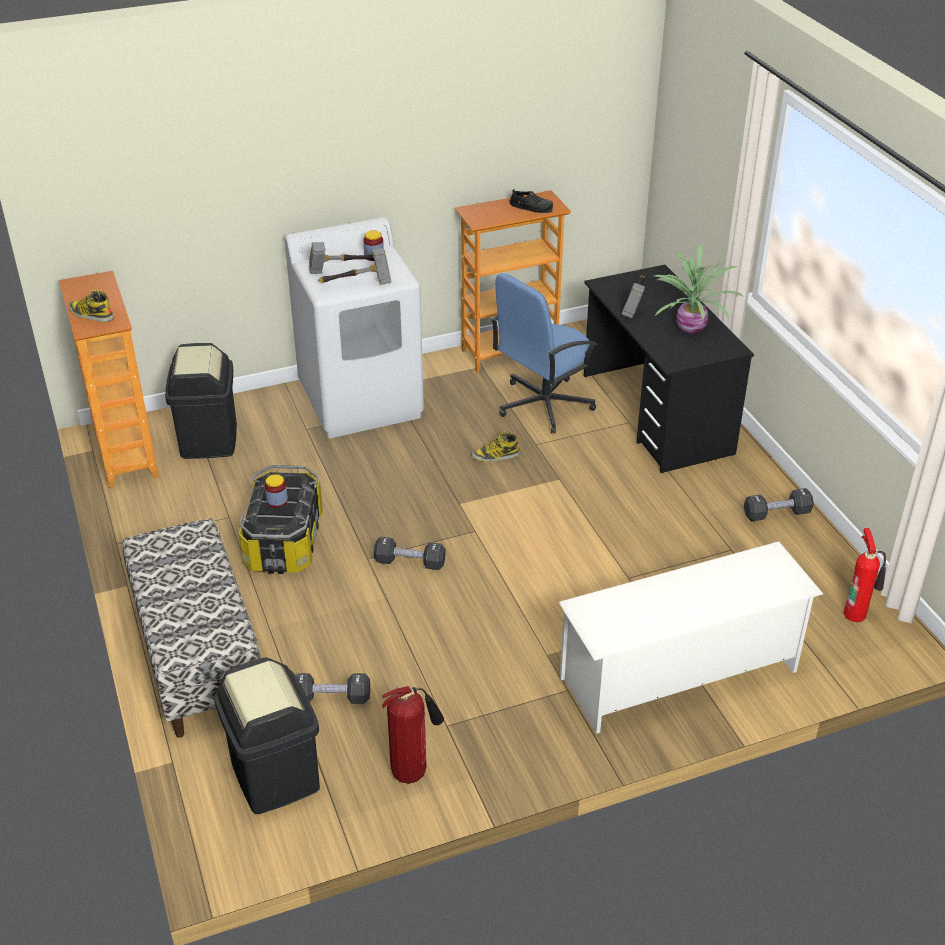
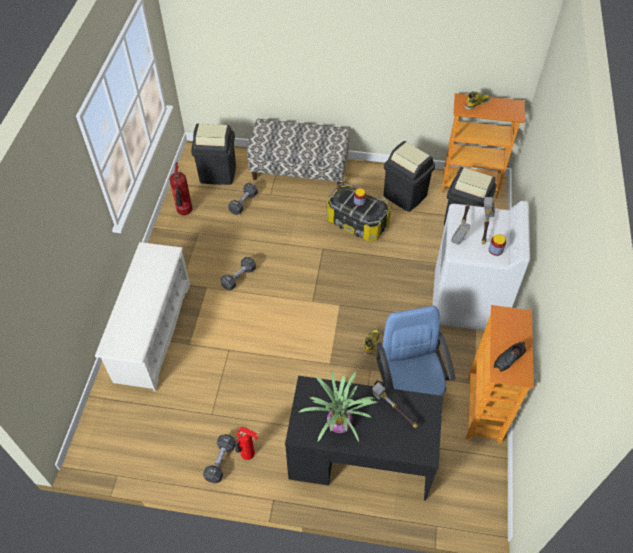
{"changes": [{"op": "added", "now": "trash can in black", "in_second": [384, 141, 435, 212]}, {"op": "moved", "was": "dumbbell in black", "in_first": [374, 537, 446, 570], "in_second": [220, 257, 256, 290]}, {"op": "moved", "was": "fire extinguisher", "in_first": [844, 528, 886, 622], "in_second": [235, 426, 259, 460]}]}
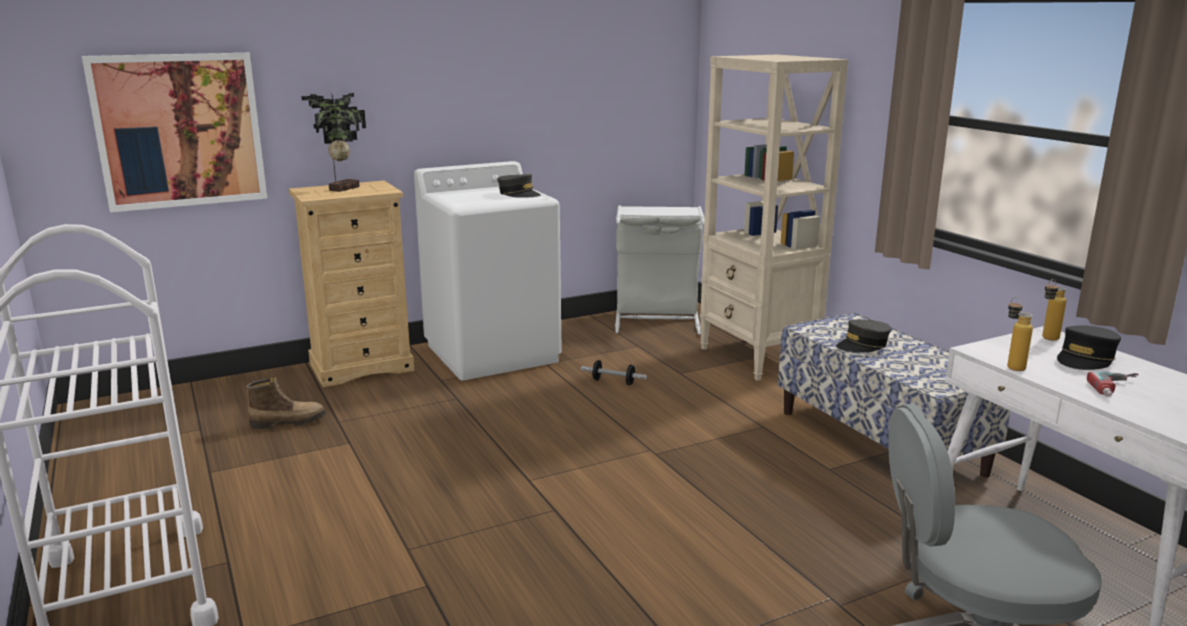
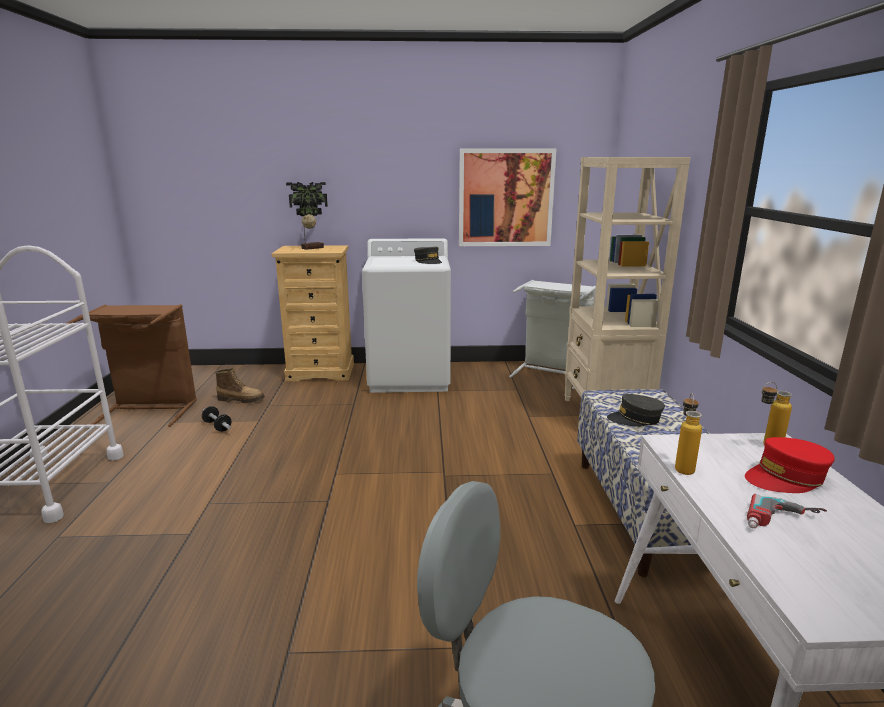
{"changes": [{"op": "added", "now": "laundry basket in brown", "in_second": [67, 304, 197, 427]}, {"op": "moved", "was": "picture", "in_first": [82, 53, 267, 212], "in_second": [459, 148, 556, 246]}, {"op": "moved", "was": "dumbbell", "in_first": [581, 360, 647, 385], "in_second": [202, 406, 231, 432]}, {"op": "recoloured", "was": "cap in black", "now": "cap in red", "in_first": [1057, 325, 1121, 370], "in_second": [745, 437, 835, 493]}]}
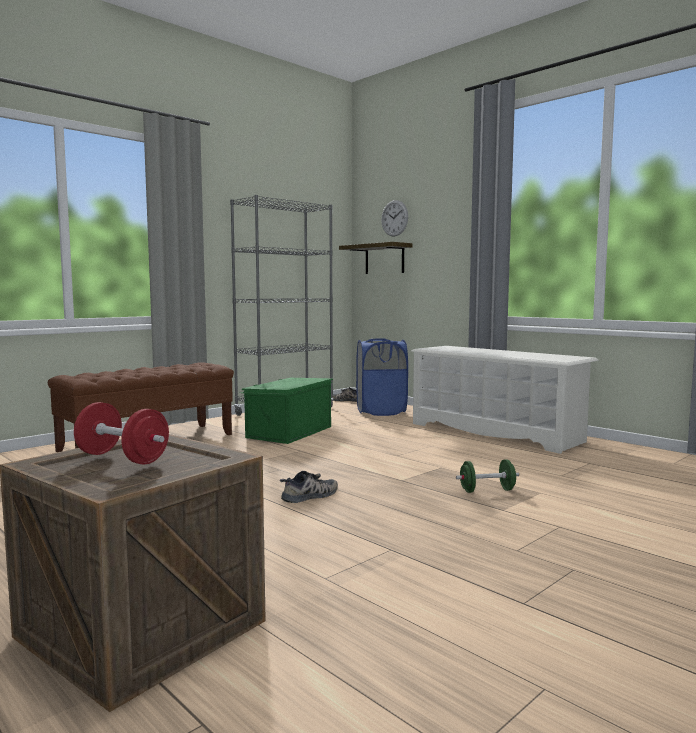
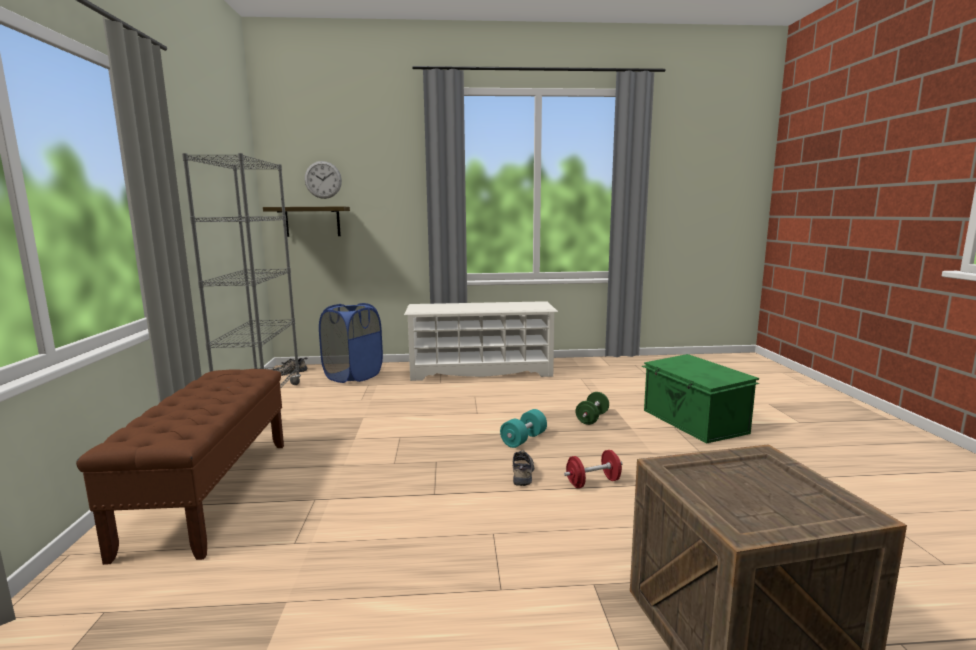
{"changes": [{"op": "added", "now": "dumbbell in turquoise", "in_second": [500, 409, 547, 448]}, {"op": "moved", "was": "dumbbell in red", "in_first": [74, 402, 169, 464], "in_second": [564, 450, 622, 488]}, {"op": "moved", "was": "storage box in green", "in_first": [240, 378, 333, 444], "in_second": [642, 354, 759, 443]}]}
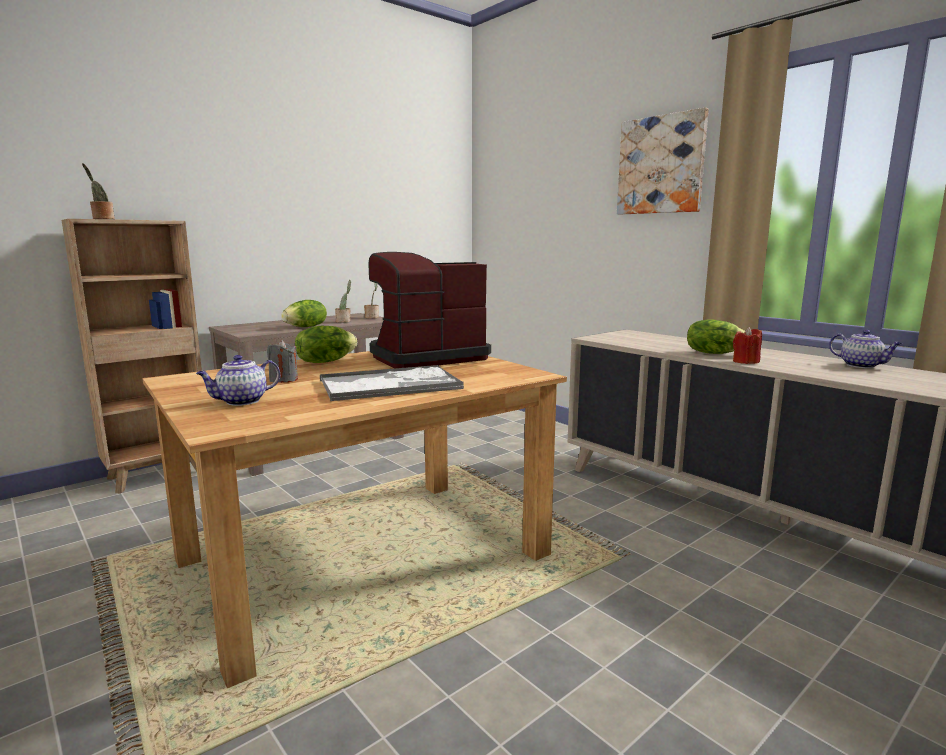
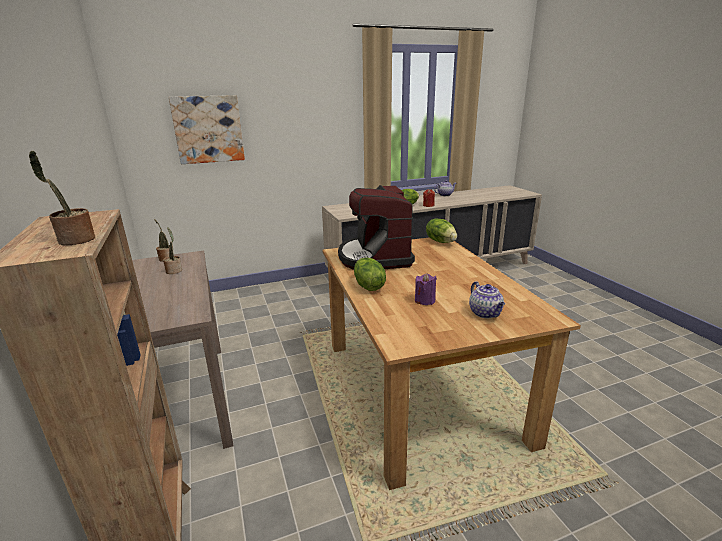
{"changes": [{"op": "removed", "was": "tray", "in_first": [320, 365, 464, 401]}, {"op": "moved", "was": "lettuce", "in_first": [281, 300, 327, 327], "in_second": [426, 219, 457, 243]}, {"op": "moved", "was": "picture", "in_first": [617, 107, 709, 214], "in_second": [169, 95, 245, 164]}, {"op": "recoloured", "was": "candle in grey", "now": "candle in purple", "in_first": [267, 340, 298, 383], "in_second": [415, 273, 437, 305]}]}
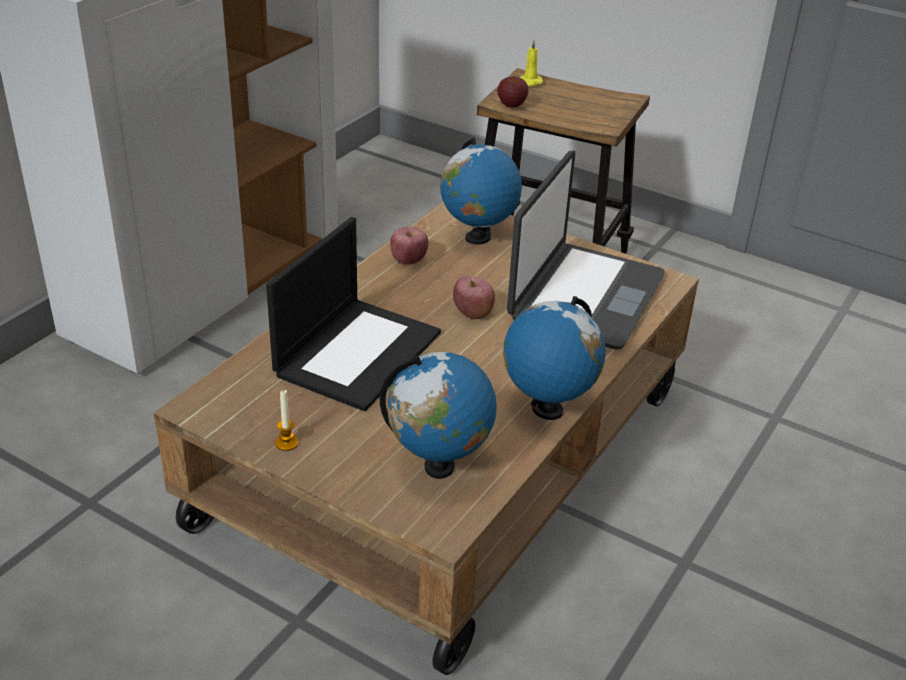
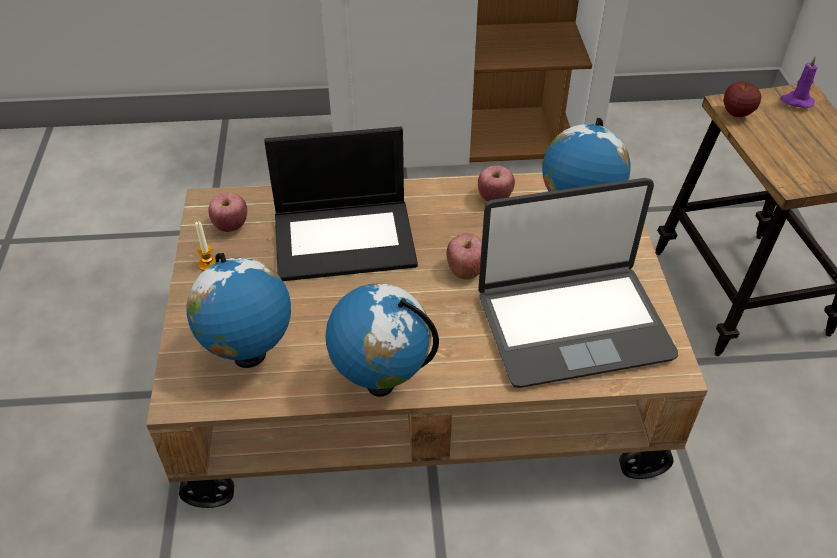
{"changes": [{"op": "added", "now": "apple", "in_second": [208, 193, 247, 232]}, {"op": "recoloured", "was": "candle in yellow", "now": "candle in purple", "in_first": [520, 39, 543, 87], "in_second": [780, 56, 818, 108]}]}
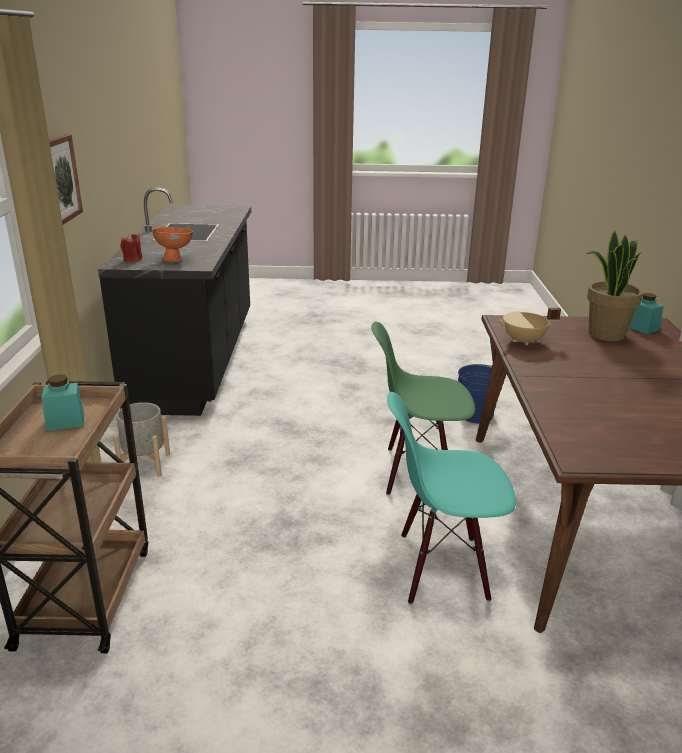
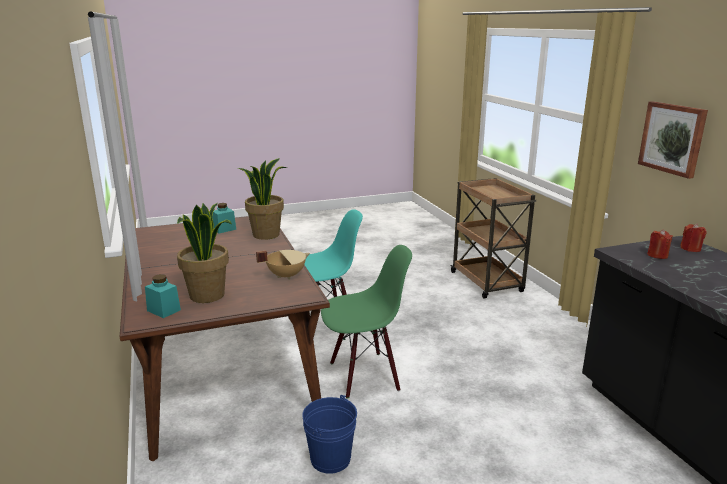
{"changes": [{"op": "removed", "was": "planter in grey", "in_first": [113, 402, 170, 477]}, {"op": "added", "now": "potted plant", "in_second": [238, 158, 287, 240]}, {"op": "moved", "was": "jar in turquoise", "in_first": [42, 375, 84, 431], "in_second": [212, 203, 236, 233]}, {"op": "replaced", "was": "bowl in orange", "now": "candle in red", "in_first": [152, 227, 193, 262], "in_second": [647, 230, 673, 259]}]}
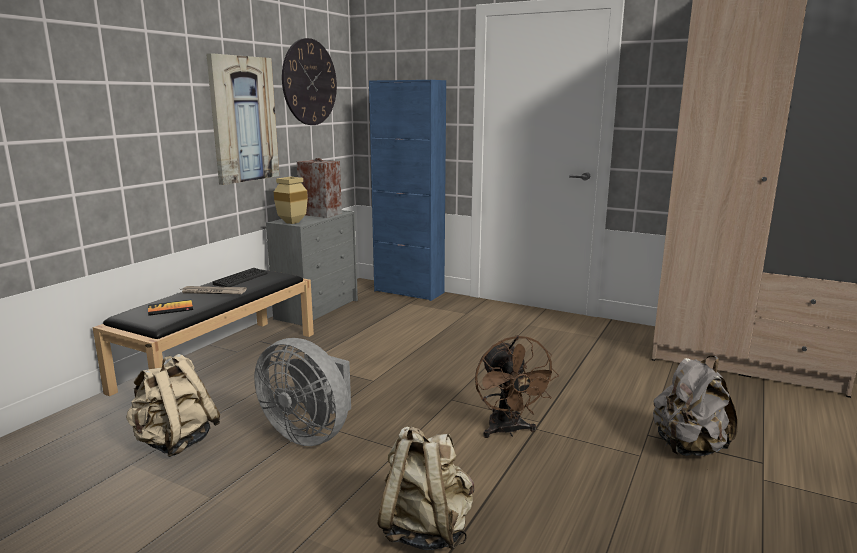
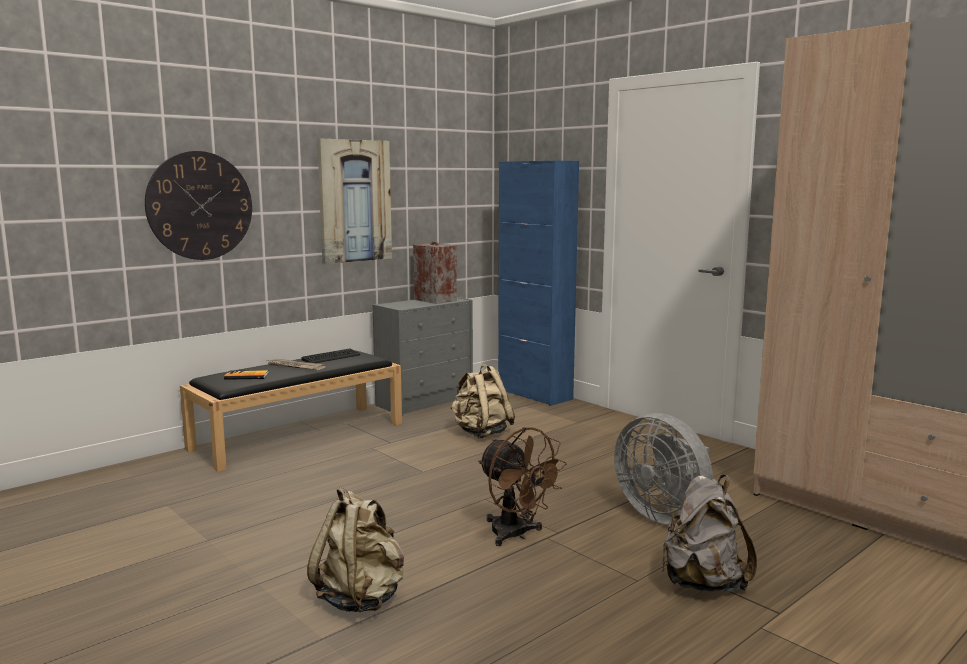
{"changes": [{"op": "removed", "was": "vase in beige", "in_first": [274, 177, 308, 224]}, {"op": "moved", "was": "backpack in beige", "in_first": [126, 354, 220, 457], "in_second": [451, 364, 515, 438]}, {"op": "moved", "was": "fan in grey", "in_first": [254, 338, 351, 446], "in_second": [614, 413, 713, 524]}, {"op": "moved", "was": "wall clock", "in_first": [282, 38, 337, 125], "in_second": [145, 151, 252, 260]}, {"op": "turned", "was": "fan in brown", "in_first": [475, 335, 559, 438], "in_second": [478, 427, 567, 546], "clockwise": -45}]}
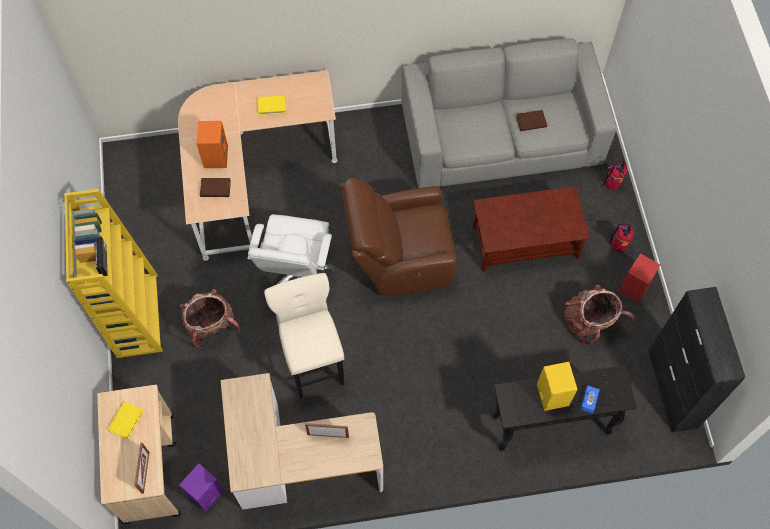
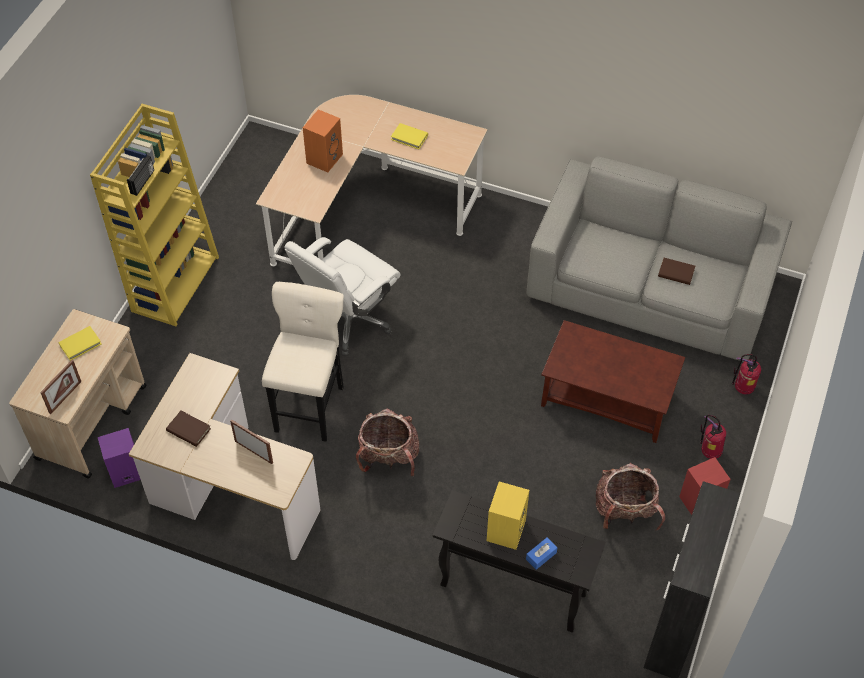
{"changes": [{"op": "removed", "was": "armchair in brown", "in_first": [340, 178, 457, 296]}, {"op": "moved", "was": "backpack", "in_first": [180, 289, 240, 348], "in_second": [356, 408, 419, 476]}, {"op": "moved", "was": "book in brown", "in_first": [200, 178, 231, 197], "in_second": [166, 410, 211, 447]}]}
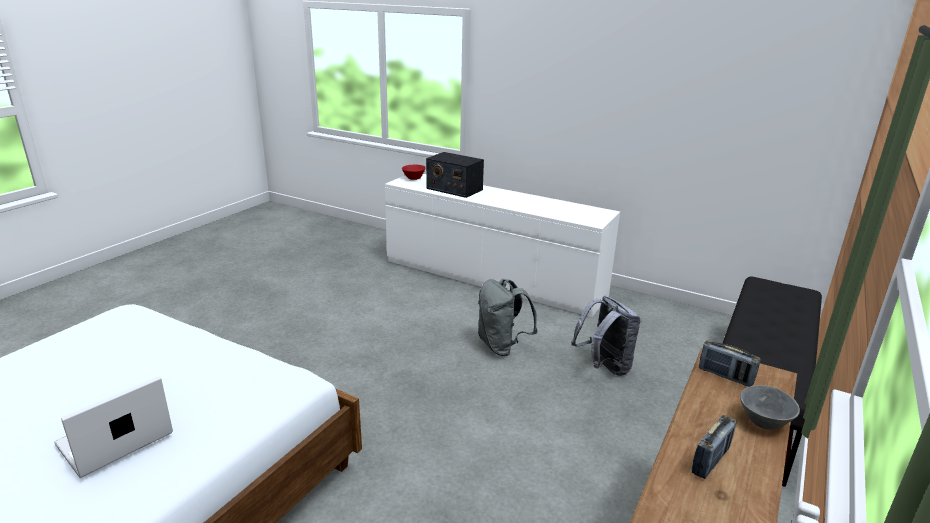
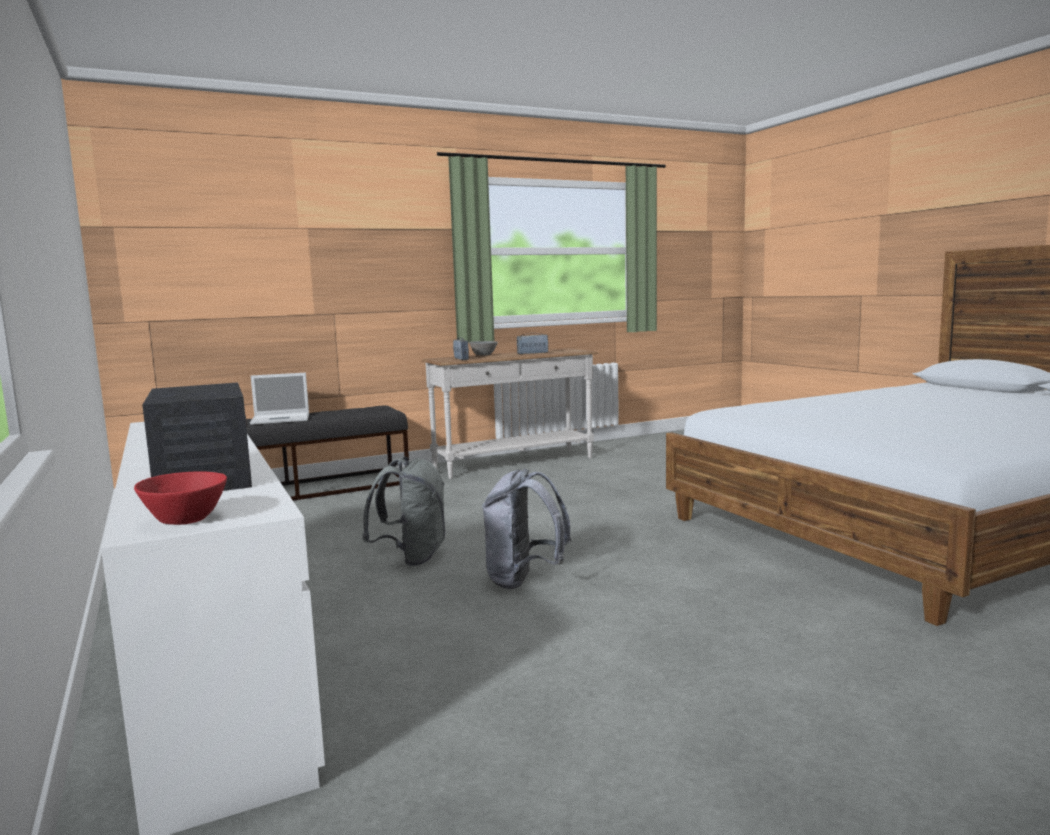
{"changes": [{"op": "moved", "was": "laptop", "in_first": [54, 376, 173, 478], "in_second": [250, 373, 309, 425]}, {"op": "moved", "was": "backpack in grey", "in_first": [571, 296, 640, 376], "in_second": [482, 468, 571, 589]}]}
